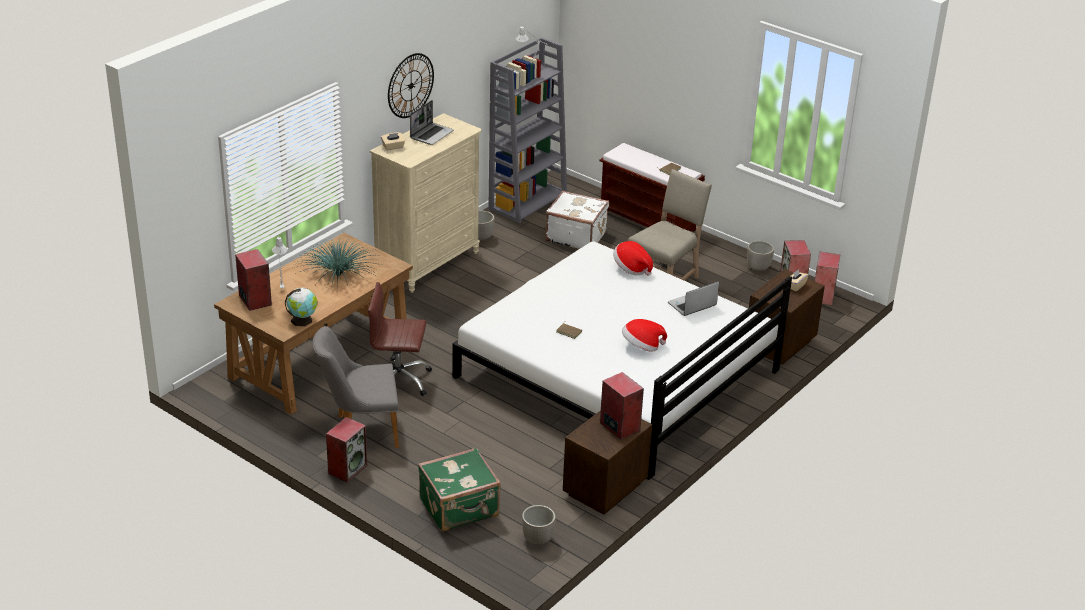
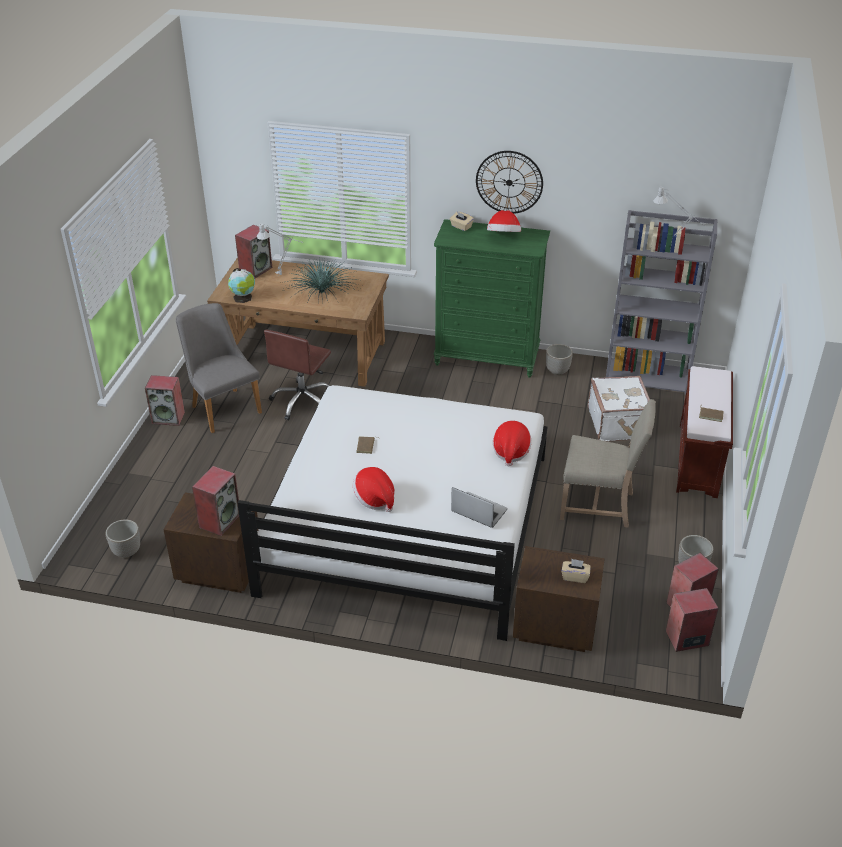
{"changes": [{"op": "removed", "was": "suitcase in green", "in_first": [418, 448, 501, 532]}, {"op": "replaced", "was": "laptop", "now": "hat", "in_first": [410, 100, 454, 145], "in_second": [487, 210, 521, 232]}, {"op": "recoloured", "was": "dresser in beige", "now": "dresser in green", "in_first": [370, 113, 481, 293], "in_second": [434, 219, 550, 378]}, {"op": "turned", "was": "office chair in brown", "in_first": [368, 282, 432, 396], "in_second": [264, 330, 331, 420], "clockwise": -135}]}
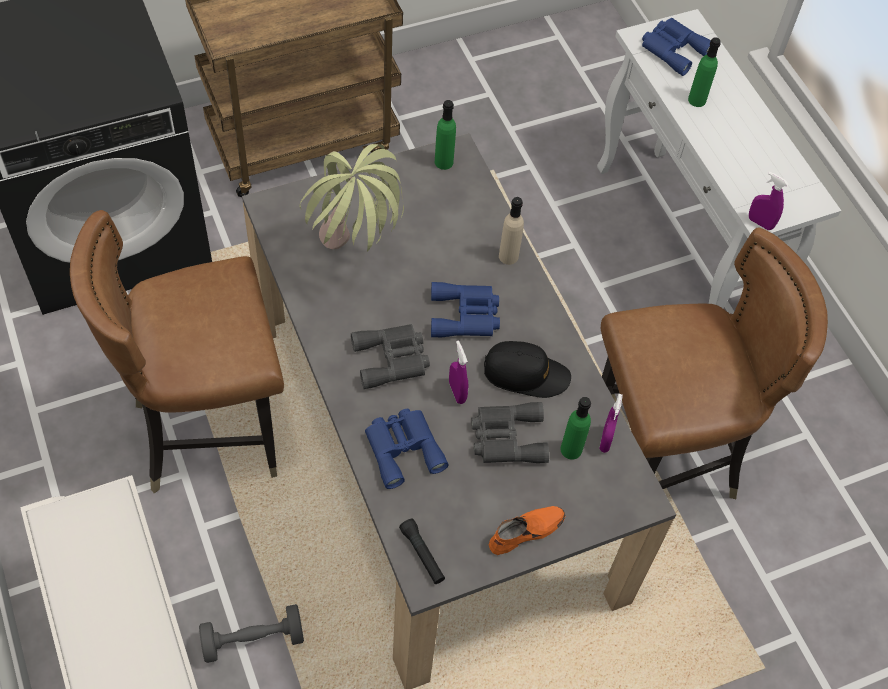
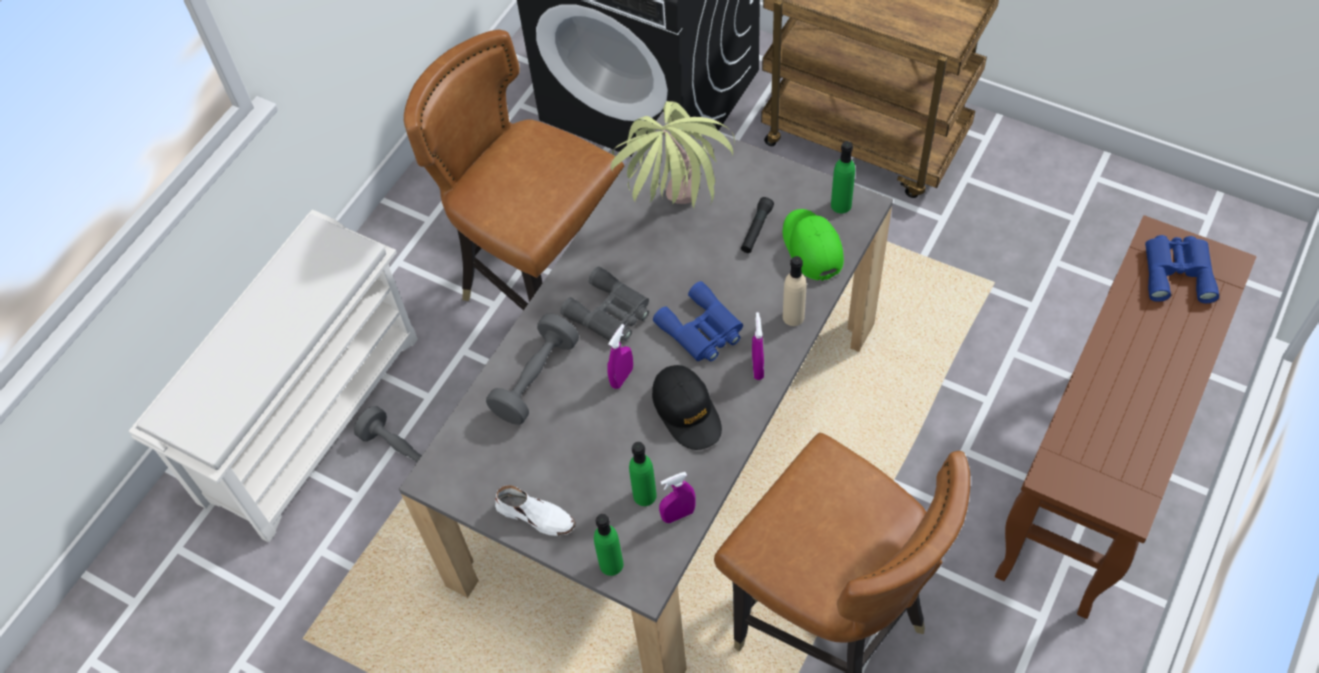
{"changes": [{"op": "removed", "was": "binoculars in grey", "in_first": [471, 402, 549, 463]}, {"op": "added", "now": "cap in green", "in_second": [783, 209, 844, 281]}, {"op": "moved", "was": "flashlight in black", "in_first": [399, 519, 445, 584], "in_second": [741, 197, 774, 253]}, {"op": "moved", "was": "bottle in green", "in_first": [688, 37, 721, 107], "in_second": [594, 514, 623, 576]}, {"op": "moved", "was": "spray bottle in purple", "in_first": [749, 172, 789, 230], "in_second": [752, 312, 764, 380]}, {"op": "replaced", "was": "binoculars in blue", "now": "dumbbell in grey", "in_first": [365, 409, 448, 489], "in_second": [486, 314, 579, 425]}, {"op": "recoloured", "was": "shoe in orange", "now": "shoe in white", "in_first": [489, 506, 566, 555], "in_second": [495, 485, 576, 536]}, {"op": "recoloured", "was": "console table in white", "now": "console table in brown", "in_first": [597, 9, 841, 308], "in_second": [995, 215, 1257, 619]}]}
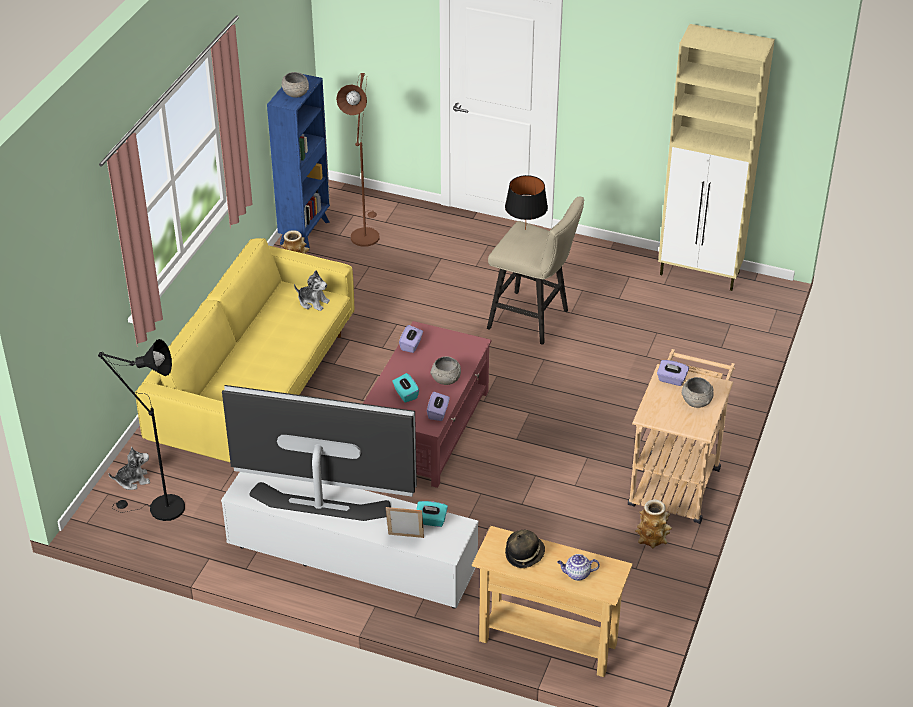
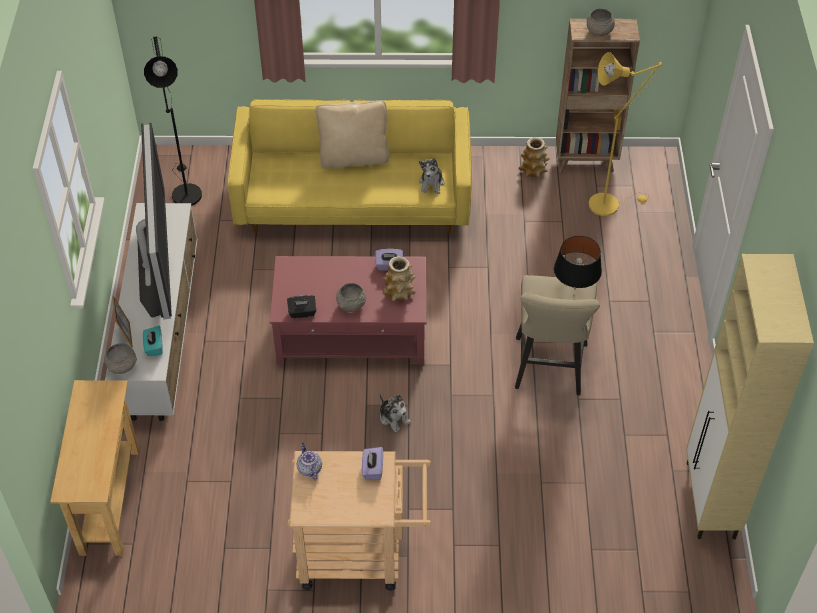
{"changes": [{"op": "removed", "was": "tissue box in turquoise", "in_first": [392, 373, 419, 403]}, {"op": "removed", "was": "hat", "in_first": [505, 530, 545, 568]}, {"op": "added", "now": "pillow in beige", "in_second": [316, 100, 389, 169]}, {"op": "moved", "was": "plush toy", "in_first": [109, 447, 150, 490], "in_second": [380, 394, 411, 432]}, {"op": "moved", "was": "teapot", "in_first": [557, 554, 600, 581], "in_second": [297, 443, 322, 481]}, {"op": "moved", "was": "vase", "in_first": [635, 499, 672, 548], "in_second": [383, 256, 416, 301]}, {"op": "moved", "was": "bowl in grey", "in_first": [682, 377, 714, 408], "in_second": [104, 343, 137, 374]}, {"op": "recoloured", "was": "bookcase in blue", "now": "bookcase in brown", "in_first": [267, 74, 330, 248], "in_second": [556, 19, 640, 173]}, {"op": "recoloured", "was": "floor lamp in brown", "now": "floor lamp in yellow", "in_first": [336, 73, 379, 247], "in_second": [589, 52, 663, 216]}, {"op": "recoloured", "was": "tissue box in purple", "now": "tissue box in black", "in_first": [427, 392, 450, 421], "in_second": [287, 295, 316, 318]}]}
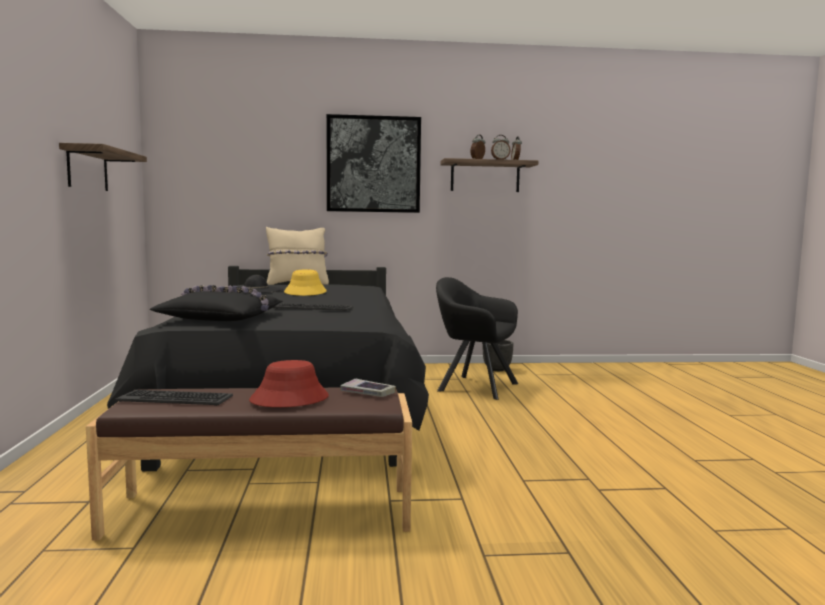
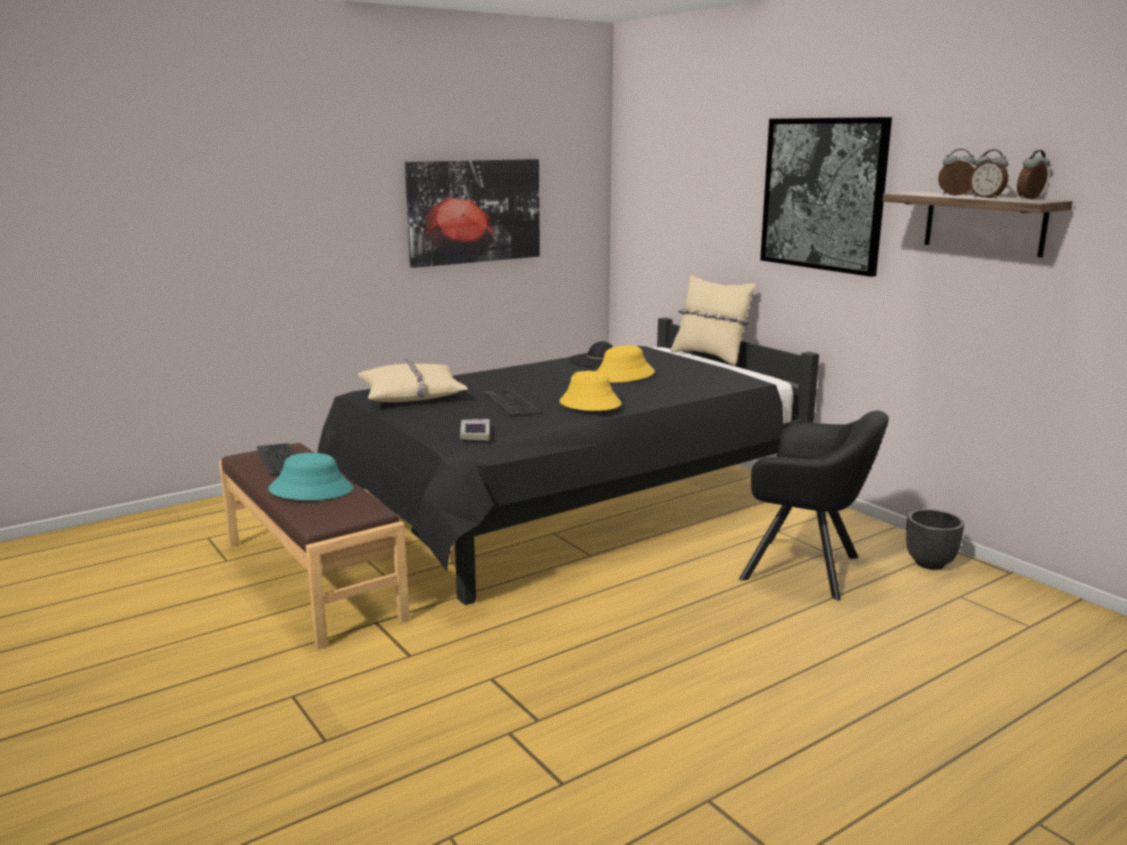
{"changes": [{"op": "added", "now": "hat in yellow", "in_second": [559, 371, 622, 411]}, {"op": "moved", "was": "book", "in_first": [340, 379, 396, 397], "in_second": [460, 419, 490, 441]}, {"op": "replaced", "was": "shelf", "now": "picture", "in_first": [59, 143, 147, 191], "in_second": [405, 159, 540, 268]}, {"op": "recoloured", "was": "pillow in black", "now": "pillow in beige", "in_first": [150, 285, 283, 321], "in_second": [358, 358, 468, 402]}, {"op": "recoloured", "was": "hat in red", "now": "hat in turquoise", "in_first": [249, 360, 329, 407], "in_second": [268, 453, 353, 500]}, {"op": "turned", "was": "armchair in black", "in_first": [436, 277, 518, 400], "in_second": [739, 410, 889, 600], "clockwise": 120}]}
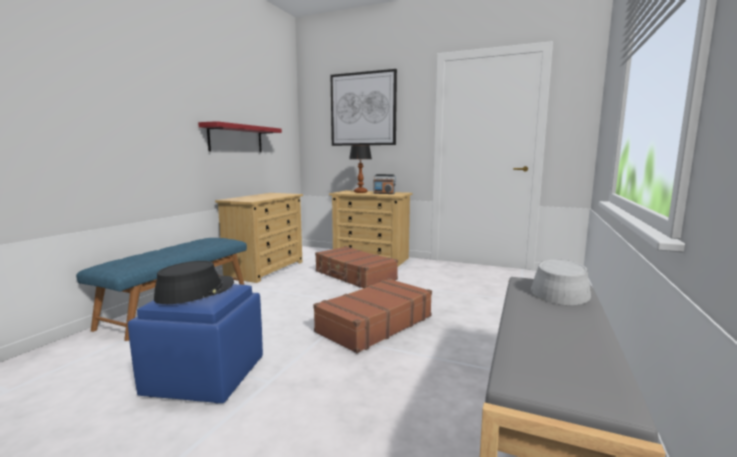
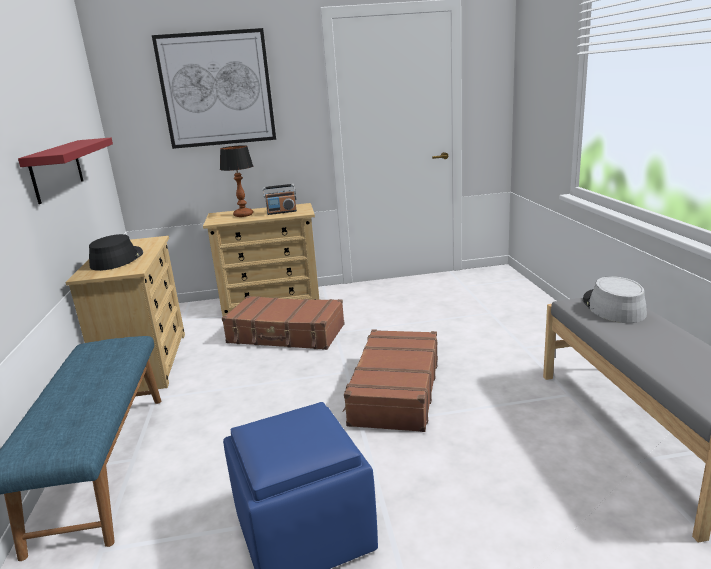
{"changes": [{"op": "moved", "was": "hat in black", "in_first": [154, 261, 234, 304], "in_second": [89, 234, 143, 271]}]}
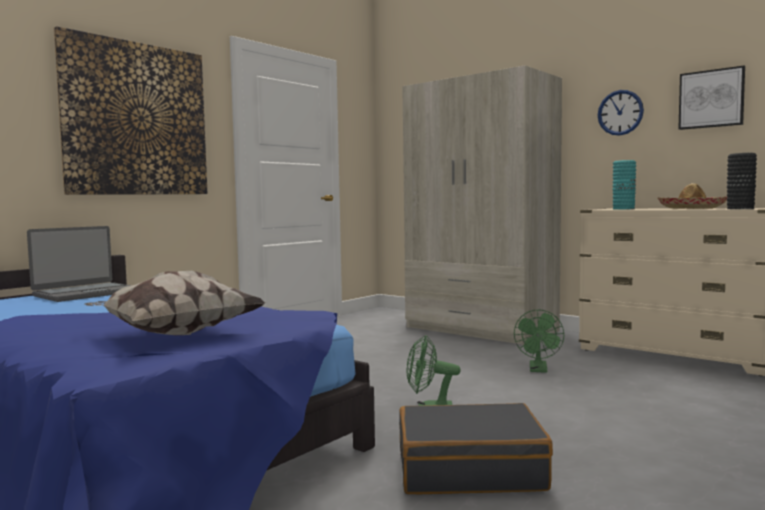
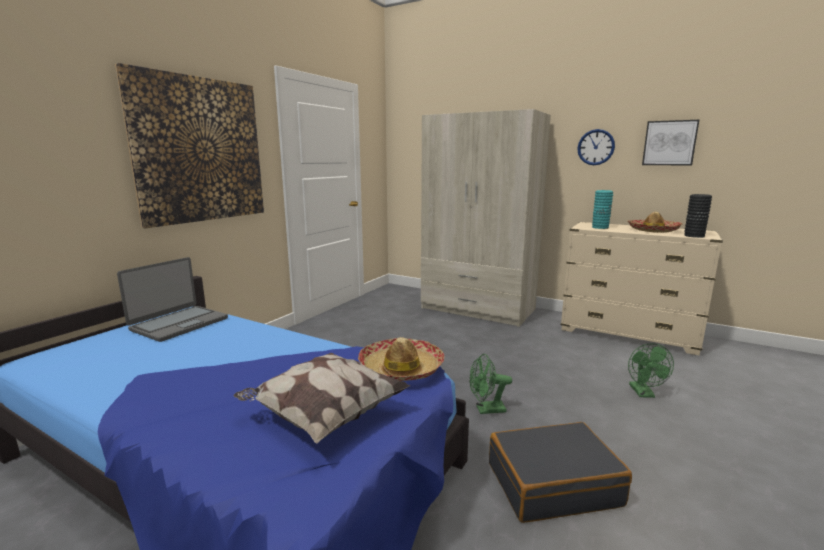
{"changes": [{"op": "added", "now": "hat", "in_second": [358, 337, 444, 381]}, {"op": "moved", "was": "fan in green", "in_first": [514, 309, 564, 373], "in_second": [628, 343, 674, 398]}]}
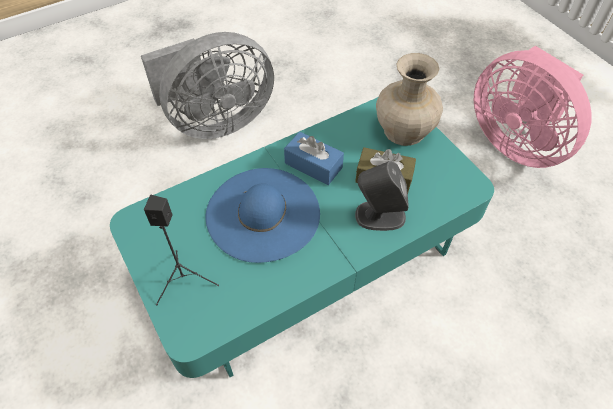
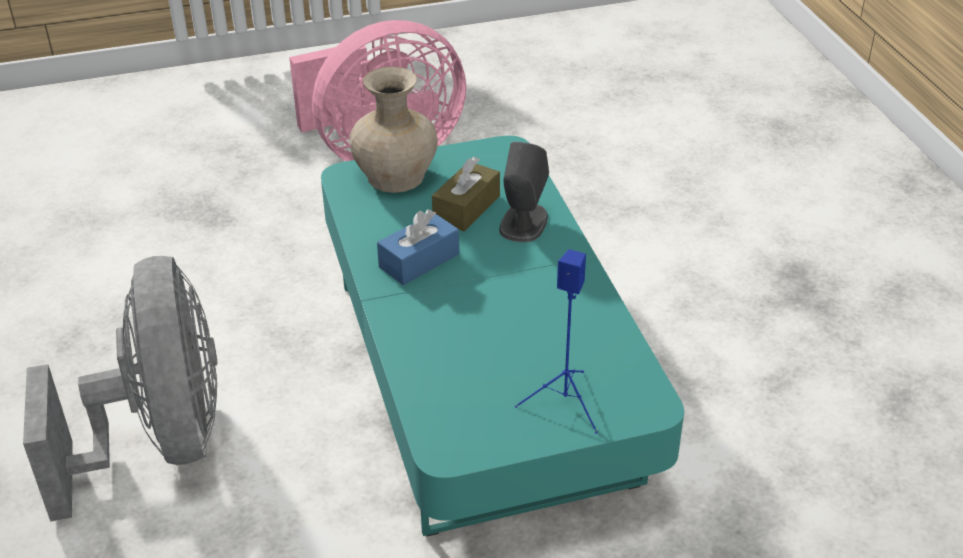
{"changes": [{"op": "removed", "was": "hat in blue", "in_first": [206, 168, 320, 263]}, {"op": "recoloured", "was": "speaker in black", "now": "speaker in blue", "in_first": [144, 195, 219, 305], "in_second": [515, 249, 598, 434]}]}
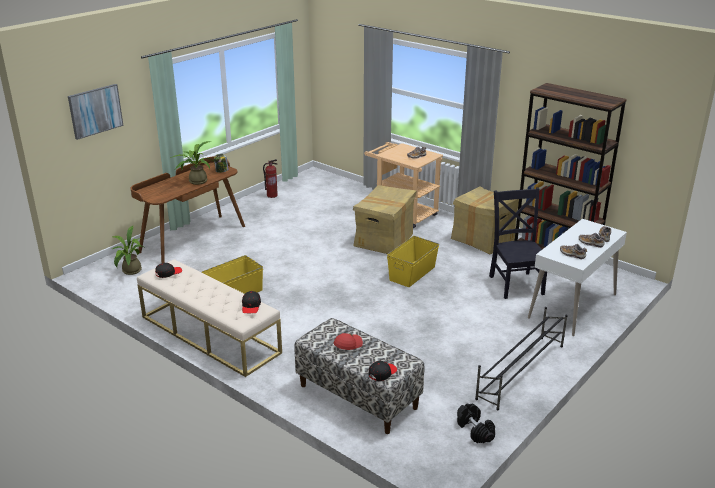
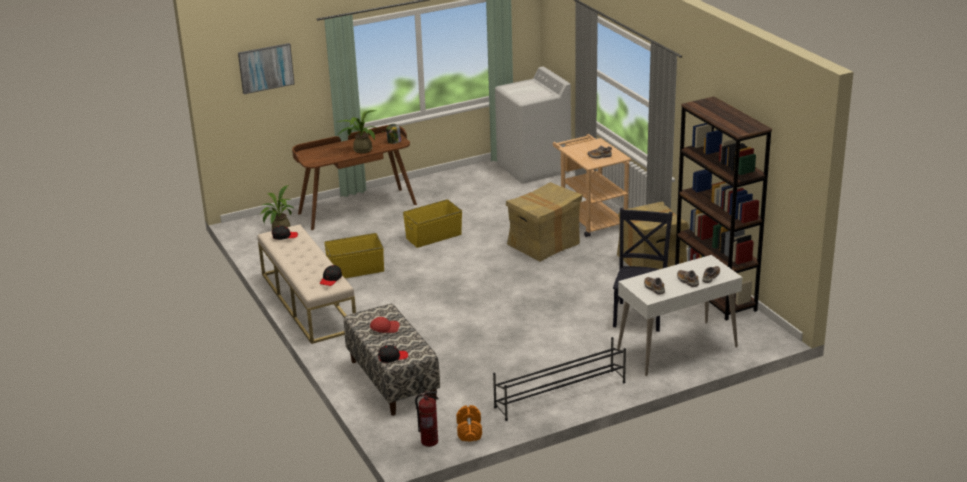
{"changes": [{"op": "added", "now": "washing machine in white", "in_second": [495, 66, 571, 184]}, {"op": "moved", "was": "fire extinguisher", "in_first": [263, 159, 278, 198], "in_second": [415, 391, 438, 447]}, {"op": "moved", "was": "storage box in yellow", "in_first": [387, 236, 439, 287], "in_second": [403, 199, 462, 248]}, {"op": "recoloured", "was": "dumbbell in black", "now": "dumbbell in orange", "in_first": [457, 404, 495, 443], "in_second": [456, 405, 482, 442]}]}
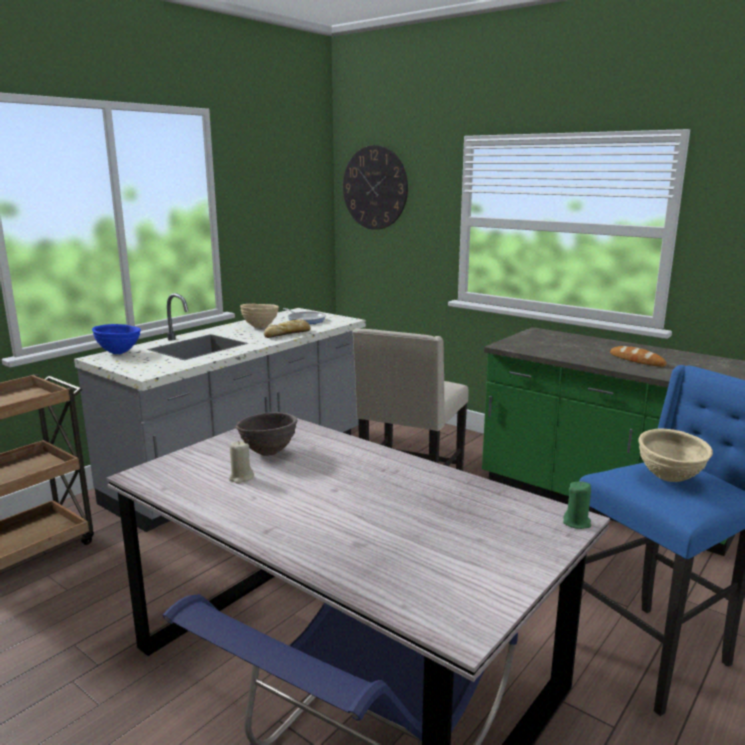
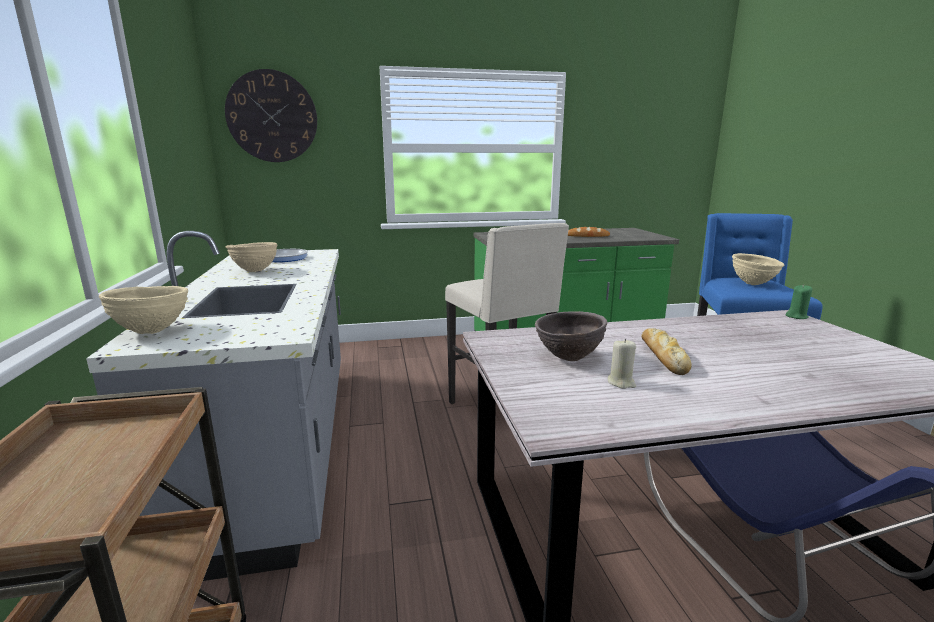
{"changes": [{"op": "moved", "was": "bread", "in_first": [264, 319, 311, 338], "in_second": [642, 328, 692, 375]}, {"op": "recoloured", "was": "bowl in blue", "now": "bowl in beige", "in_first": [92, 324, 141, 354], "in_second": [99, 286, 188, 334]}]}
